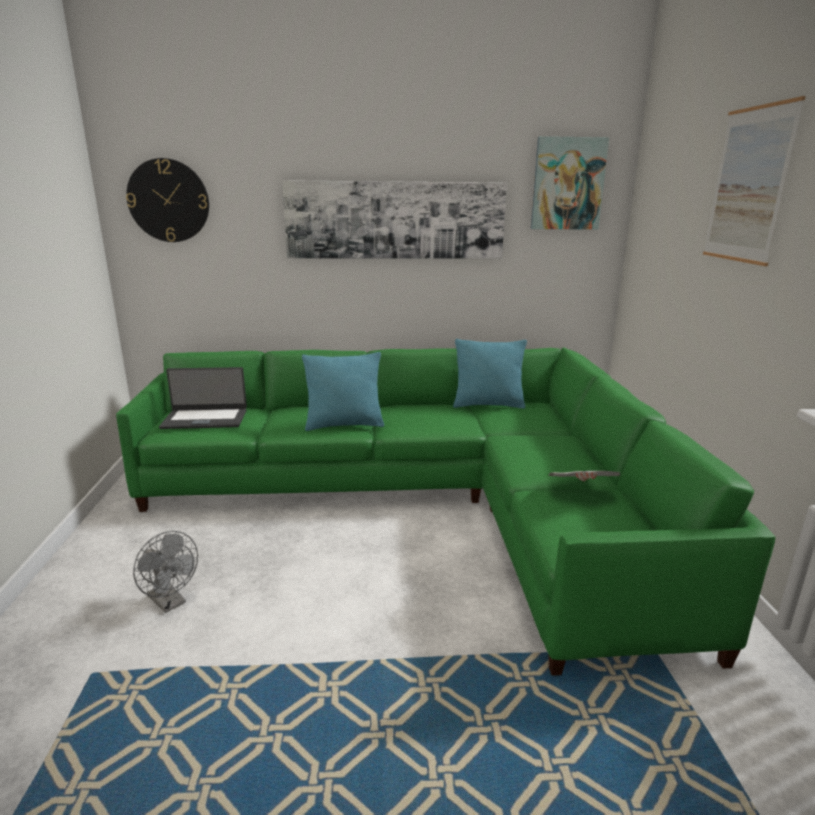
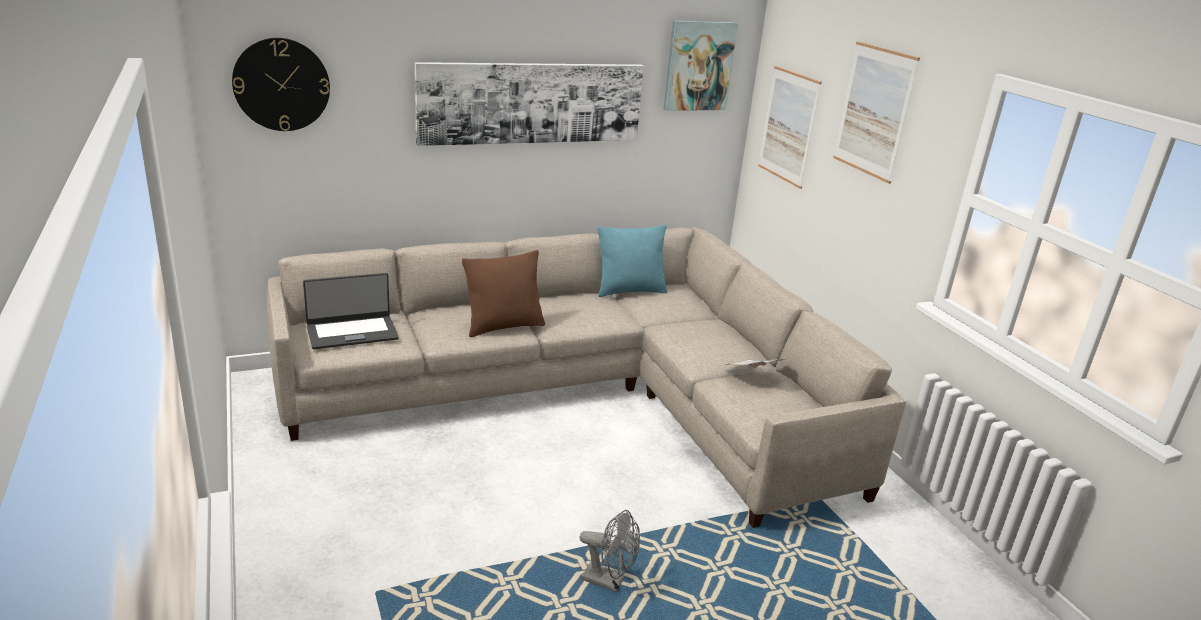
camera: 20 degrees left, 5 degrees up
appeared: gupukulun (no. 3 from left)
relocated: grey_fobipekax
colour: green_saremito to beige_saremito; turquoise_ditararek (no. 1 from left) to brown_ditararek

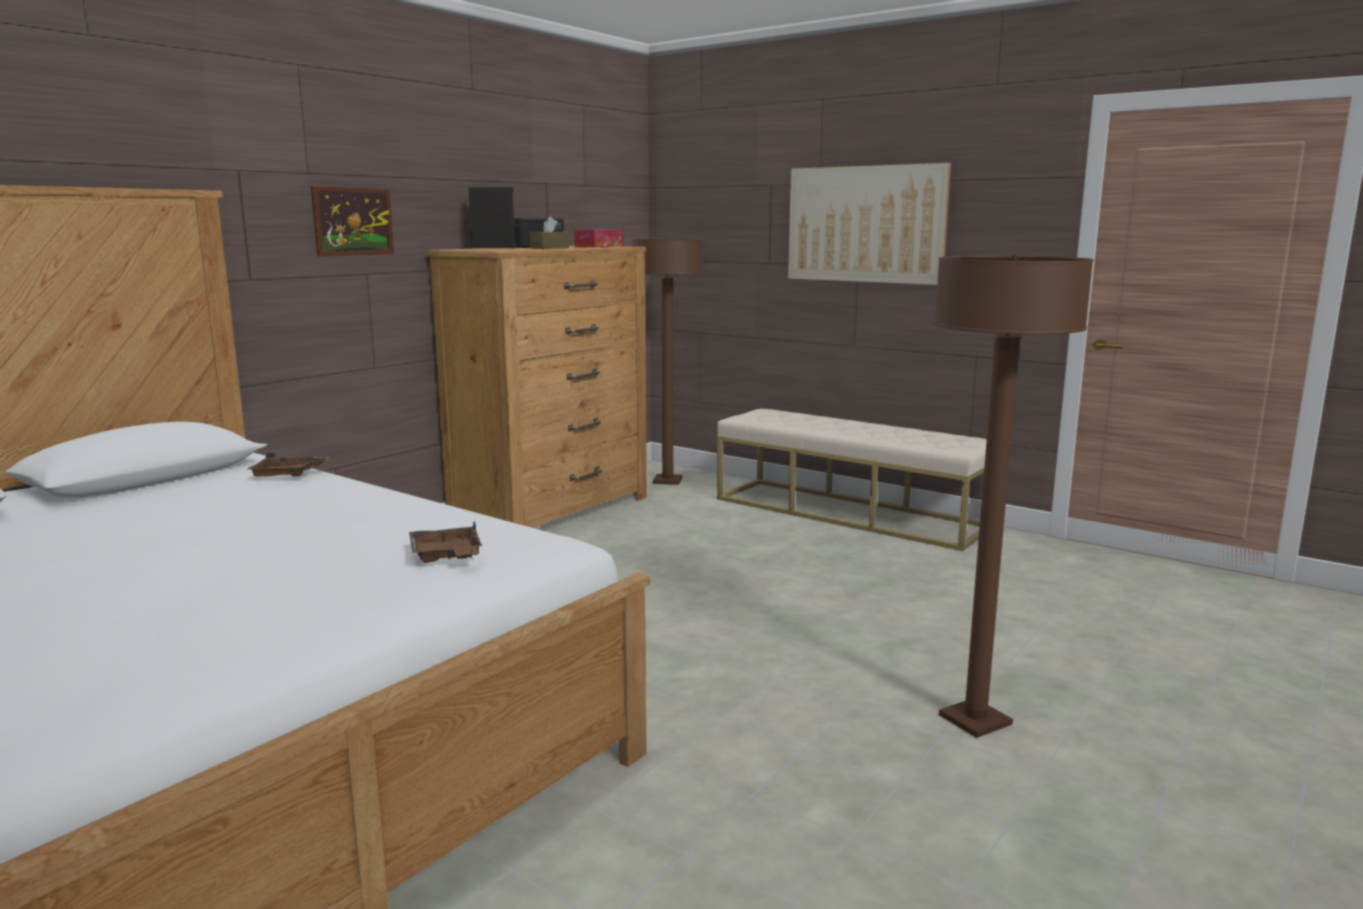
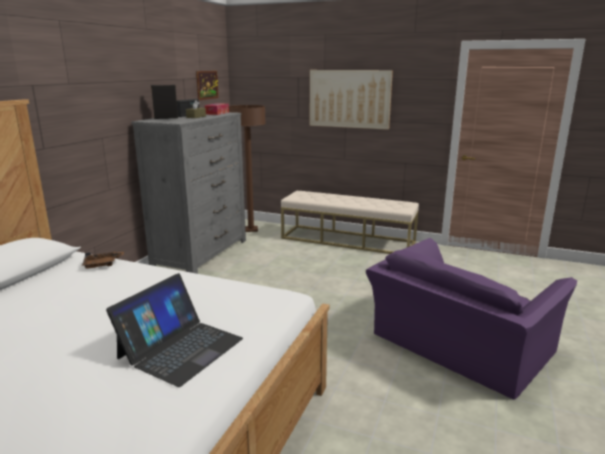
camera: 15 degrees left, 5 degrees up
missing: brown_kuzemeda (no. 2 from left)
appeared: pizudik
relocated: gupukulun (no. 1 from left)
exchanged: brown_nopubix (no. 2 from left) to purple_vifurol
colour: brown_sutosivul to grey_sutosivul

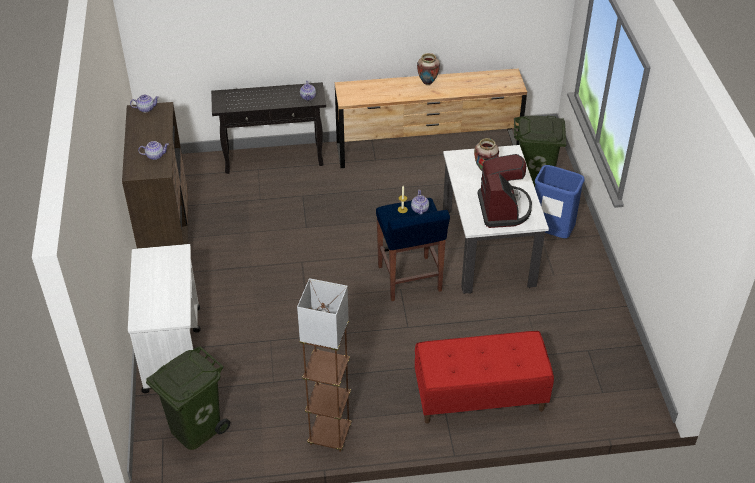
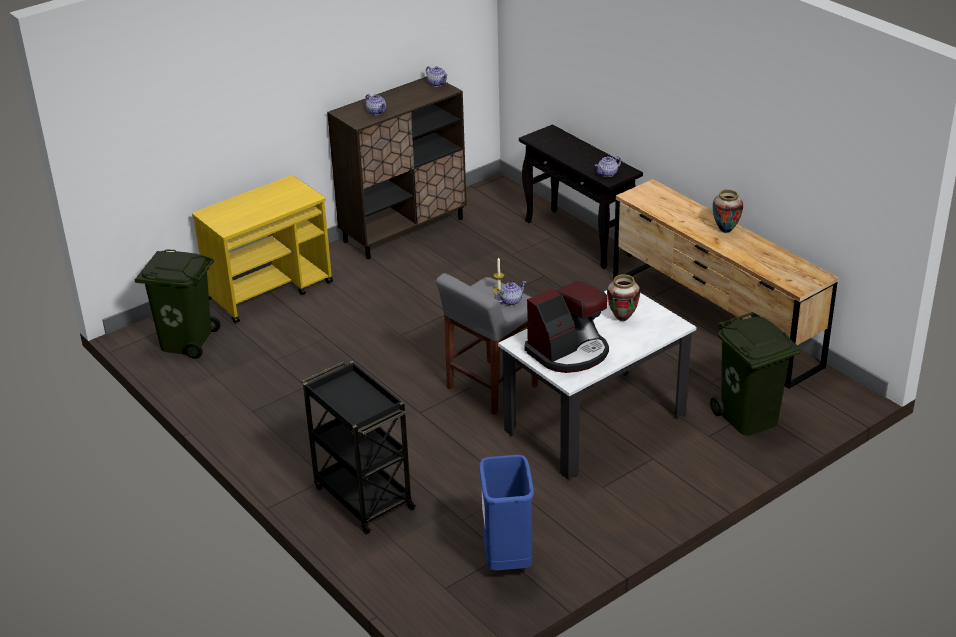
camera: 60 degrees right, 10 degrees down
missing: brown_nopubix
relocated: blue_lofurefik
exchanged: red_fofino to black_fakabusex
colour: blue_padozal to grey_padozal; white_fakabusex to yellow_fakabusex

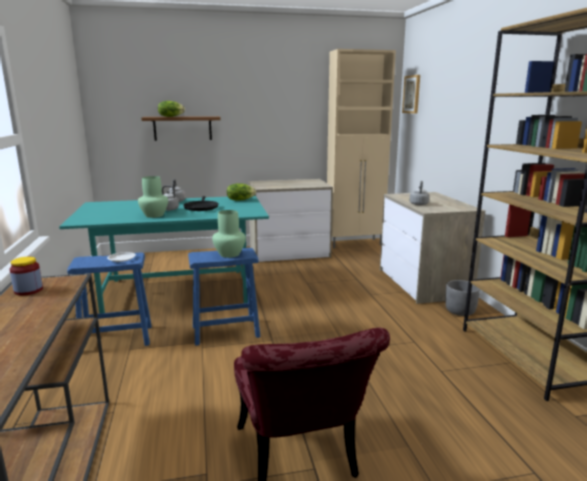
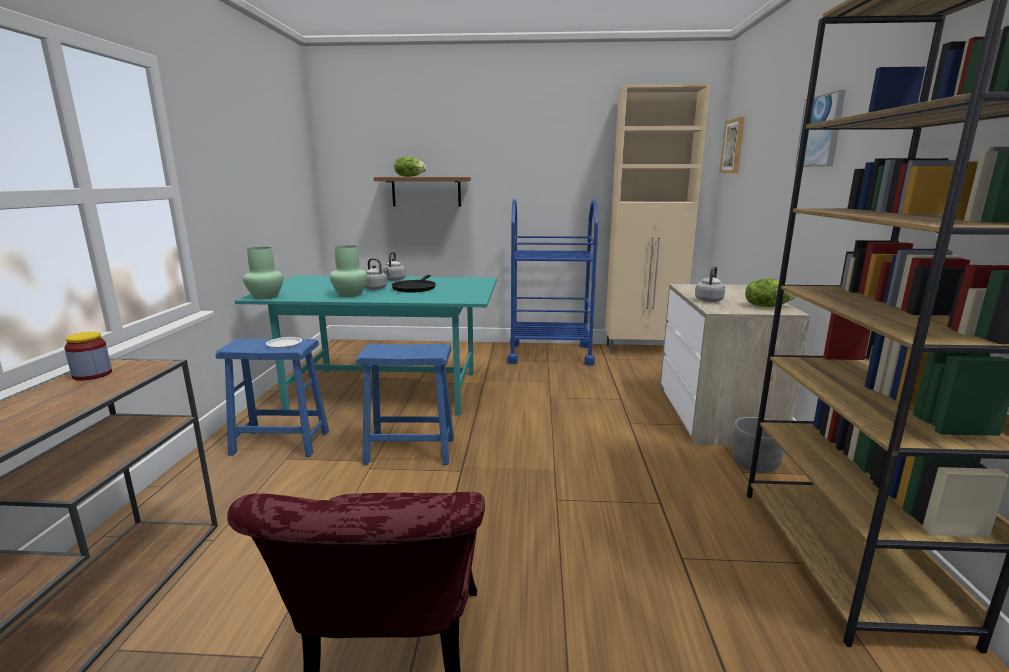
camera: 15 degrees right, 0 degrees up
appeared: gupukulun (no. 2 from left)
relocated: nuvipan (no. 2 from left); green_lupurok (no. 2 from left in the first image) to green_lupurok (no. 1 from left)
exchanged: sutosivul (no. 1 from left) to blue_fakabusex

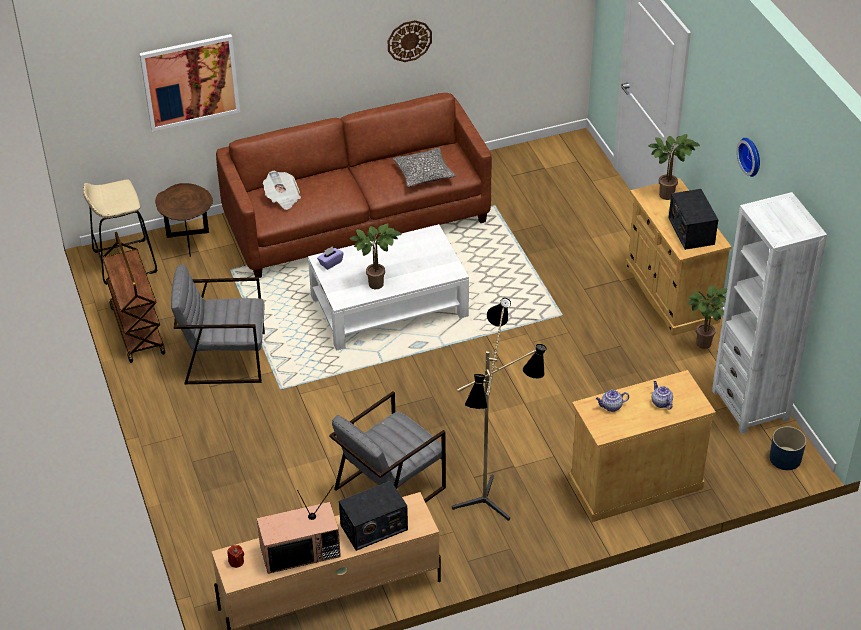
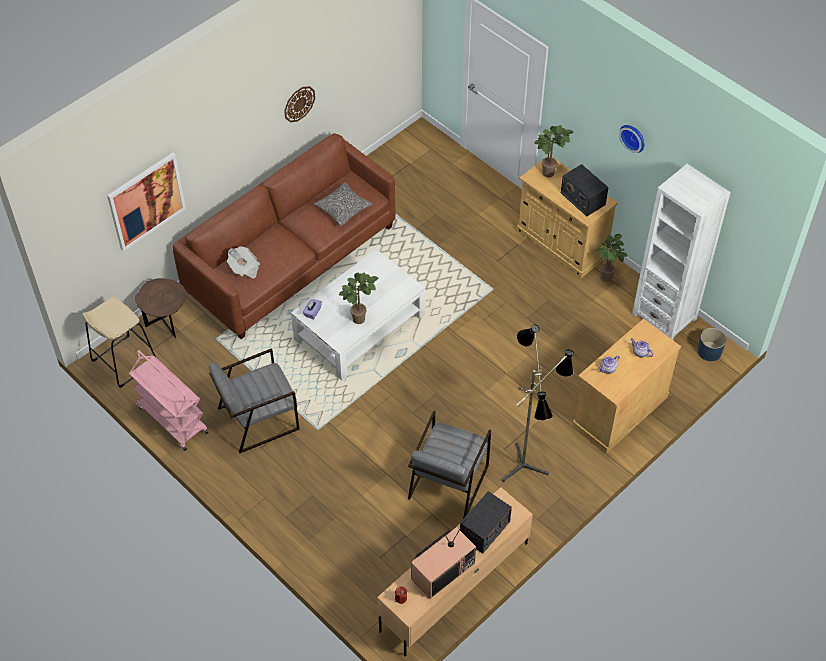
camera: 25 degrees left, 10 degrees up
colour: brown_fakabusex to pink_fakabusex

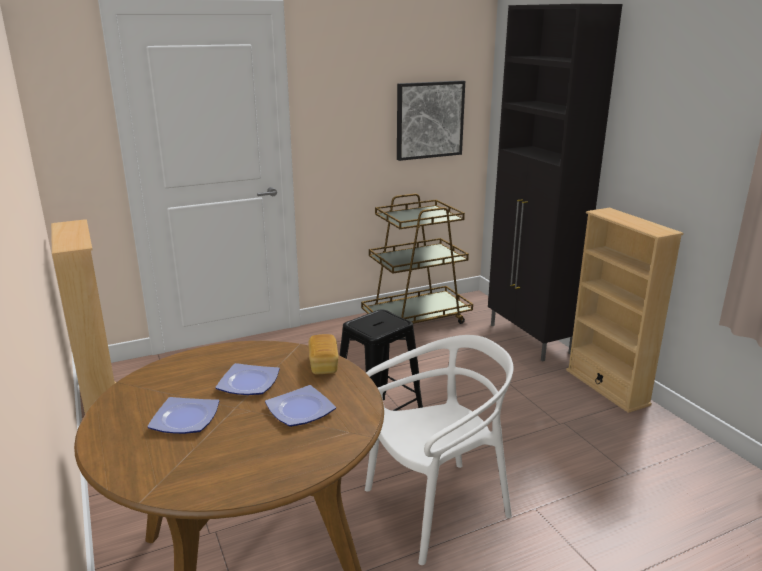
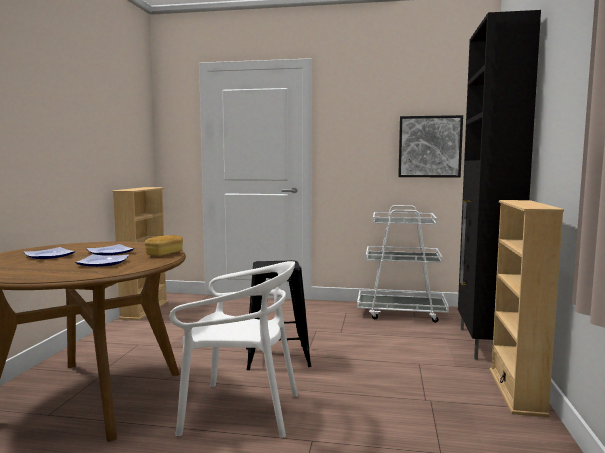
camera: 35 degrees right, 15 degrees down
colour: brown_fakabusex to white_fakabusex

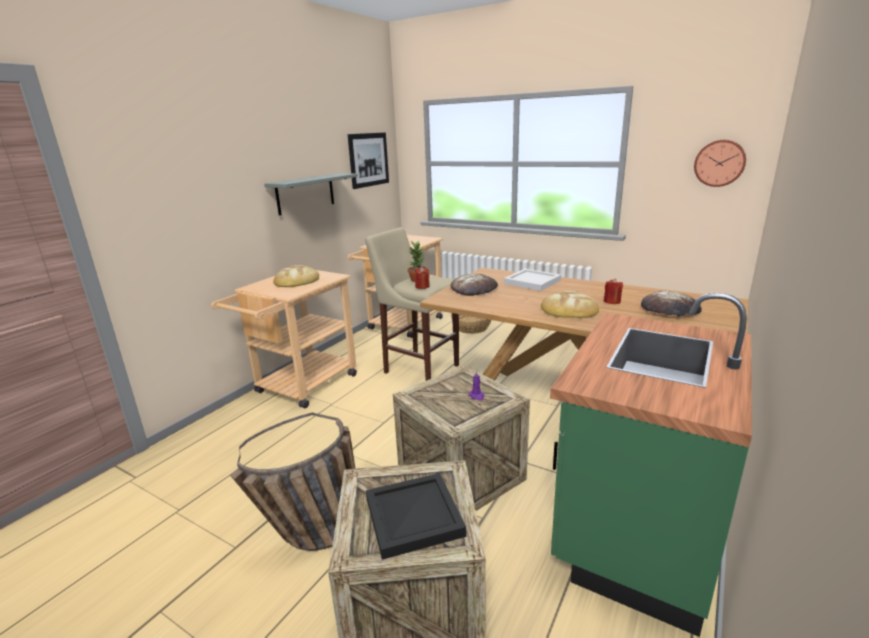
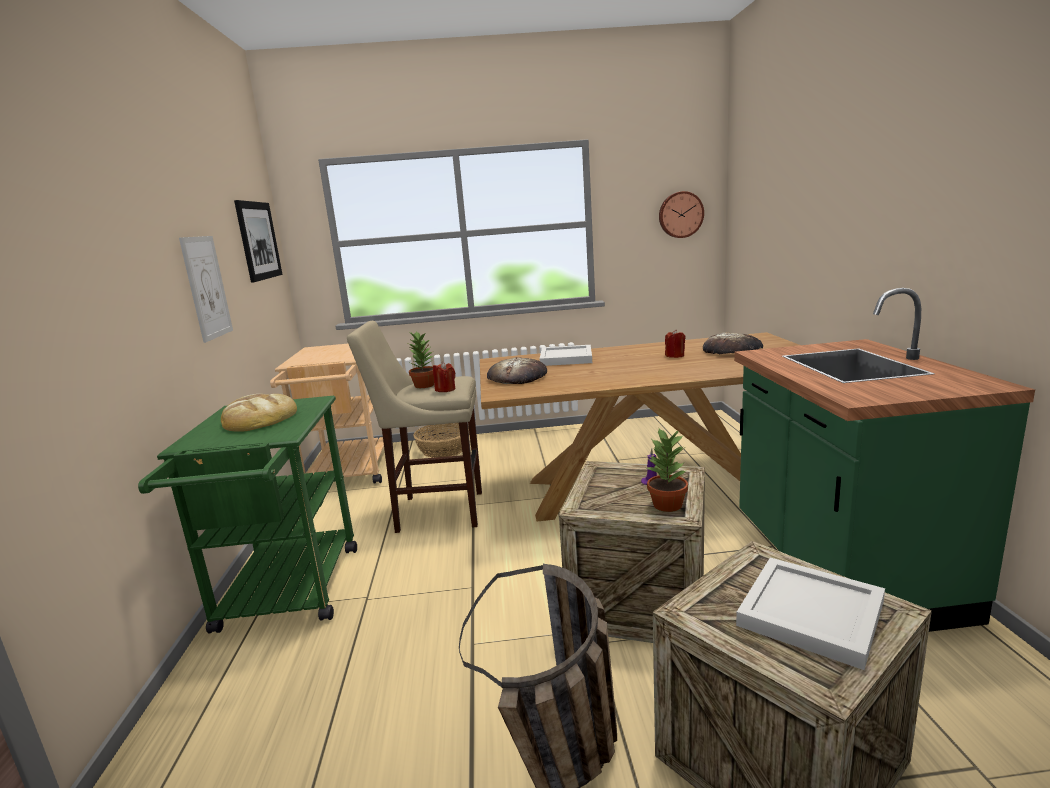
camera: 35 degrees left, 5 degrees down
missing: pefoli (no. 3 from left)
appeared: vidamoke (no. 2 from left)
exchanged: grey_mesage to gupukulun (no. 1 from left)
colour: beige_fakabusex (no. 1 from left) to green_fakabusex; black_kuzemeda to white_kuzemeda (no. 2 from left)

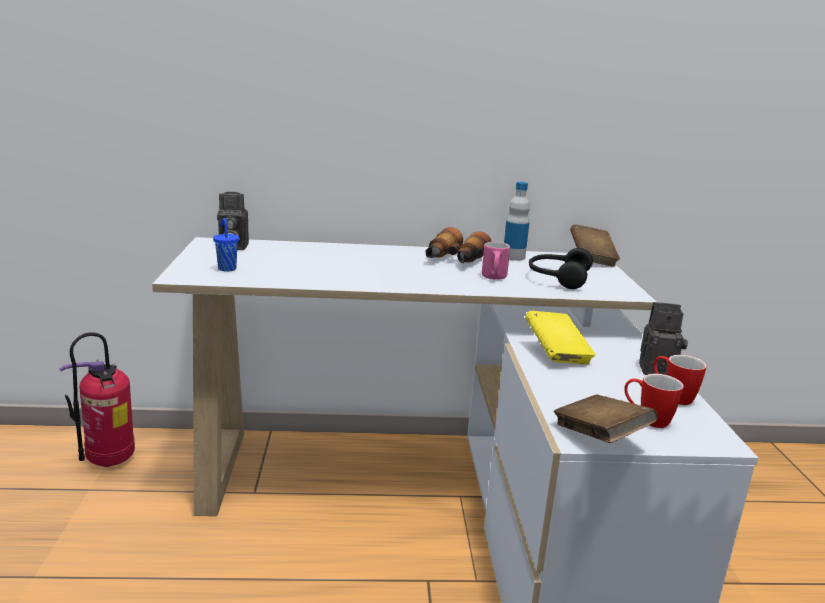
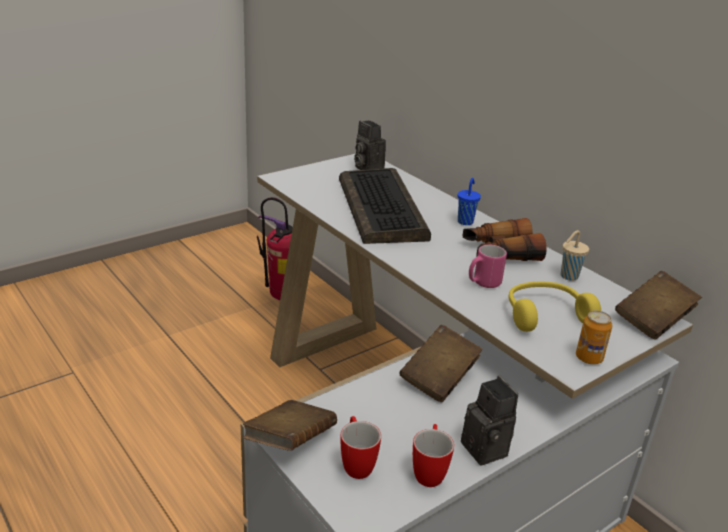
camera: 55 degrees right, 10 degrees up
appeared: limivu; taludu
relocated: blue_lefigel
exchanged: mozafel to beige_lefigel
colour: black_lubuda to yellow_lubuda; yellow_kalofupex to brown_kalofupex (no. 2 from left)

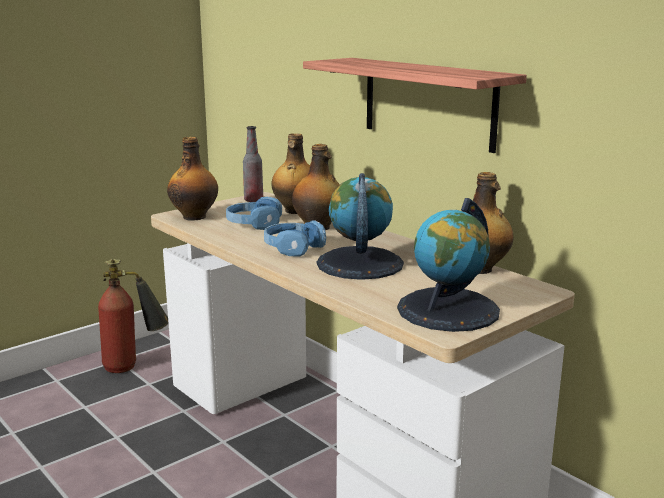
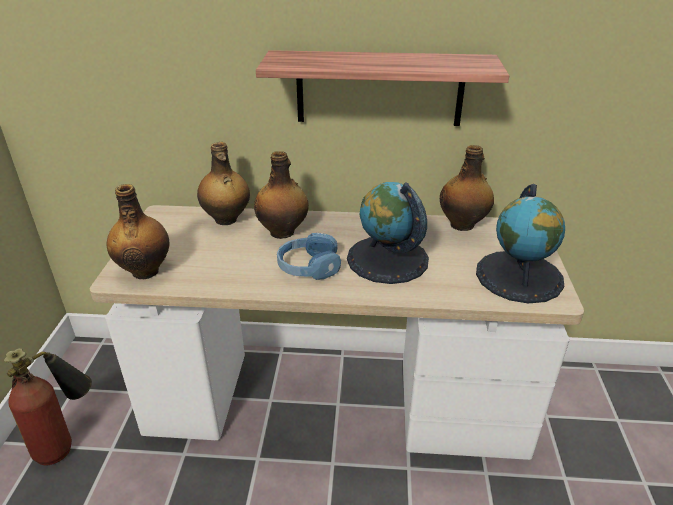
camera: 45 degrees left, 15 degrees up
missing: mozafel (no. 2 from left); blue_lubuda (no. 1 from left)

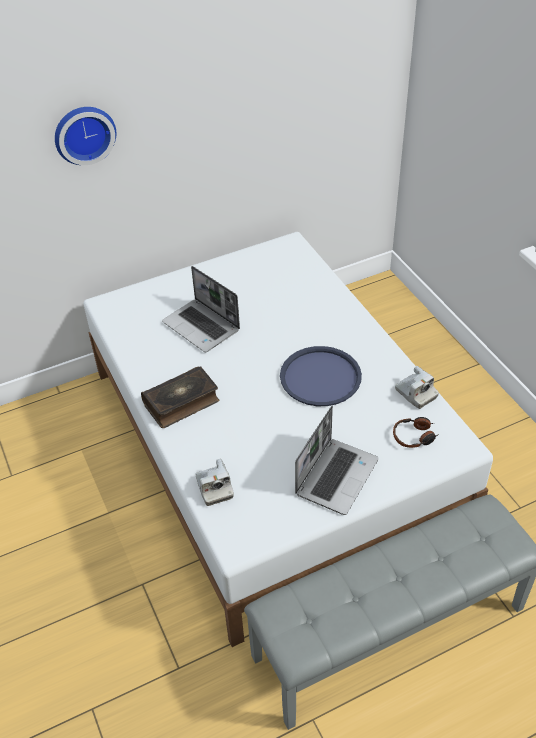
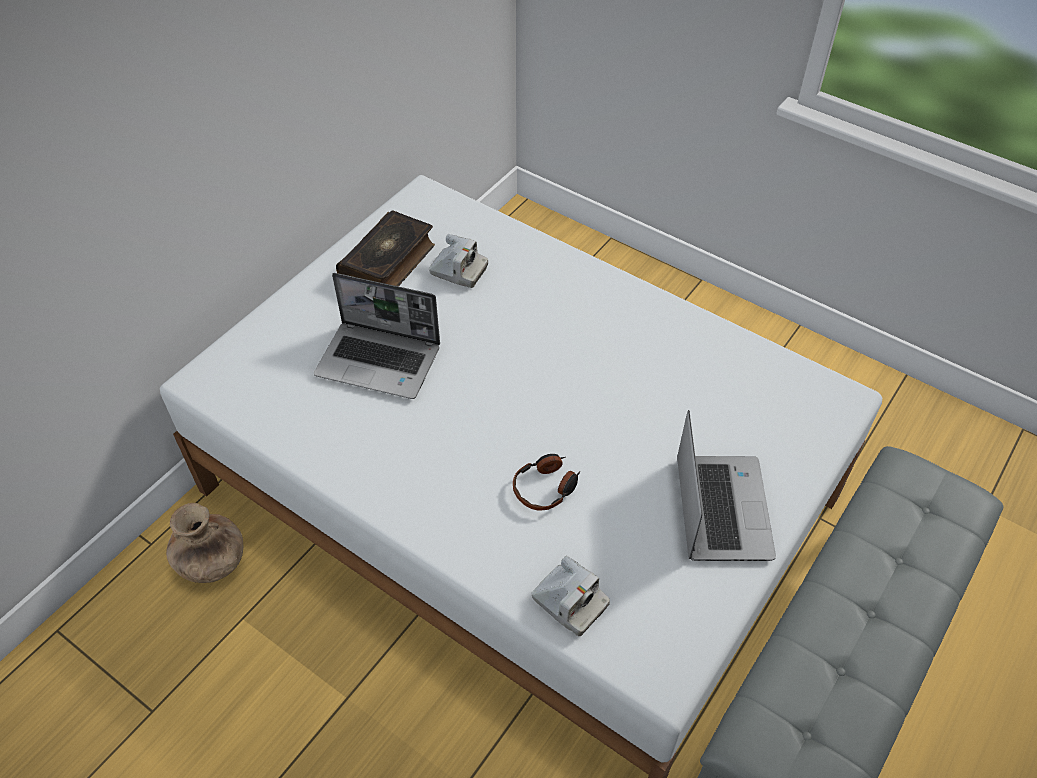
camera: 30 degrees left, 5 degrees up
missing: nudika; blue_kuzemeda
appeared: brown_lupurok
relocated: kalofupex; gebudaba (no. 2 from left in the first image) to gebudaba (no. 1 from left); lubuda

